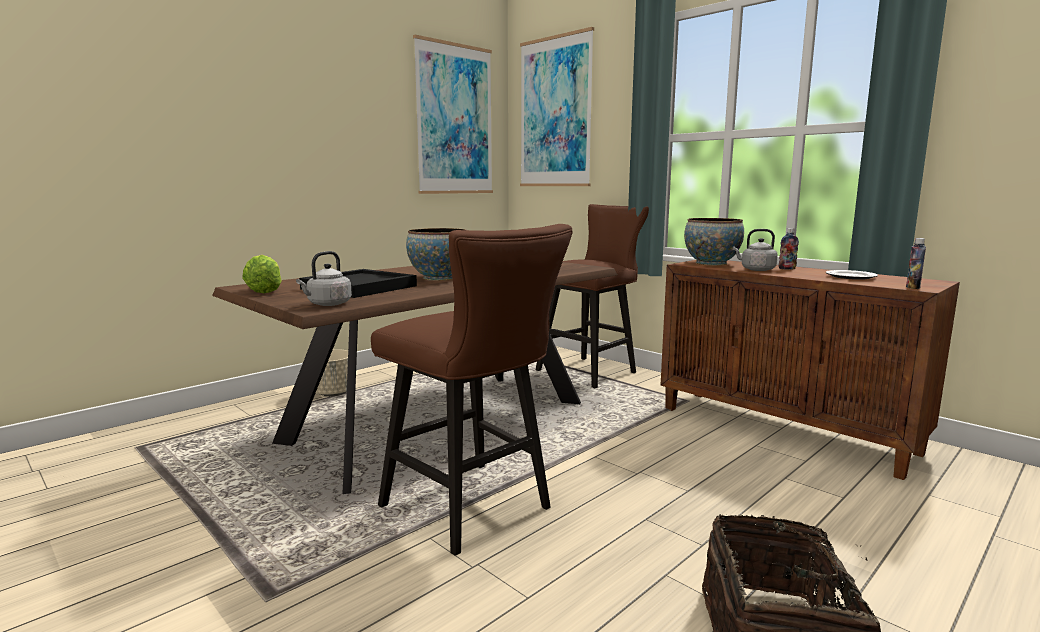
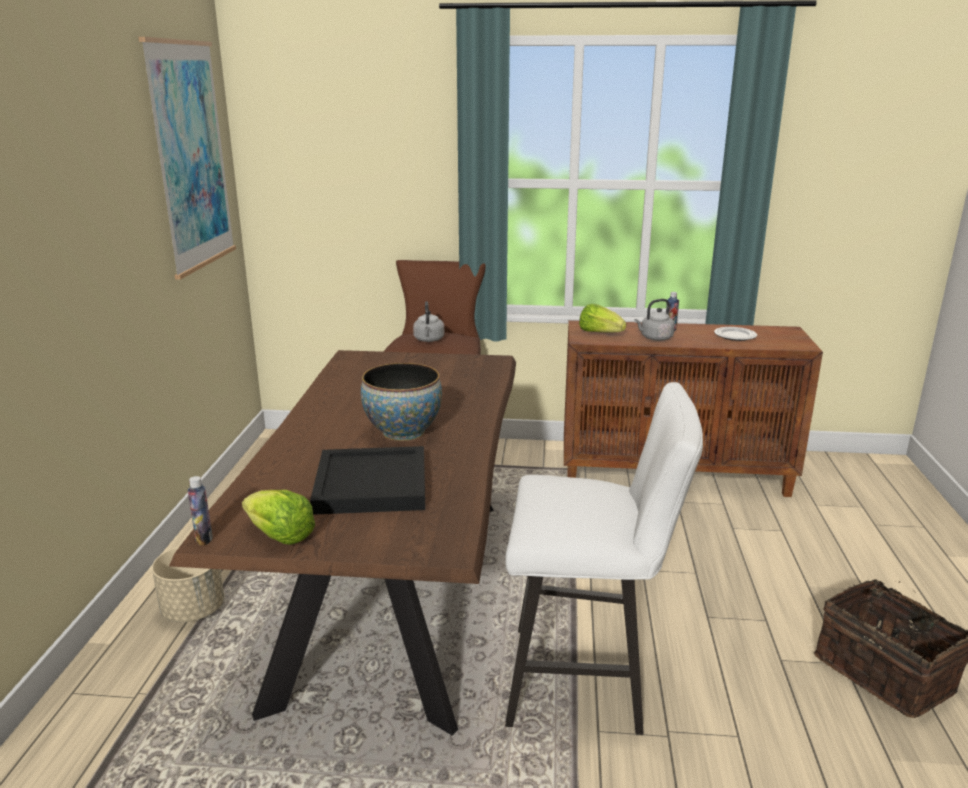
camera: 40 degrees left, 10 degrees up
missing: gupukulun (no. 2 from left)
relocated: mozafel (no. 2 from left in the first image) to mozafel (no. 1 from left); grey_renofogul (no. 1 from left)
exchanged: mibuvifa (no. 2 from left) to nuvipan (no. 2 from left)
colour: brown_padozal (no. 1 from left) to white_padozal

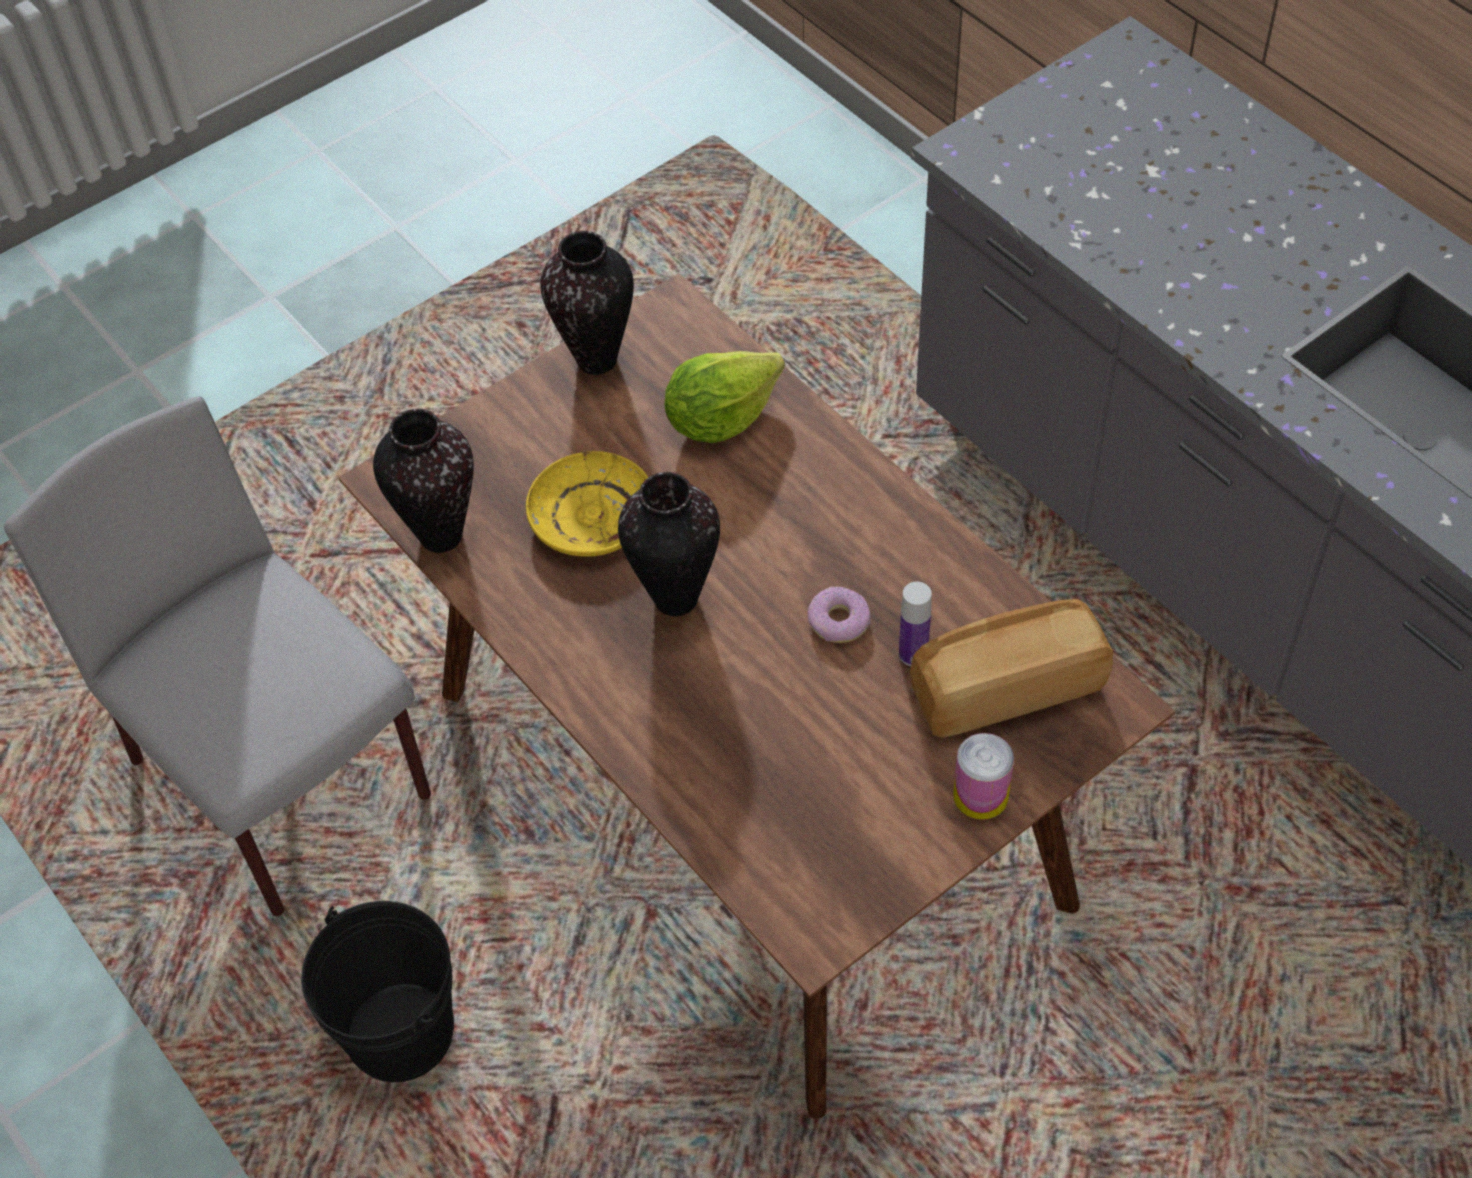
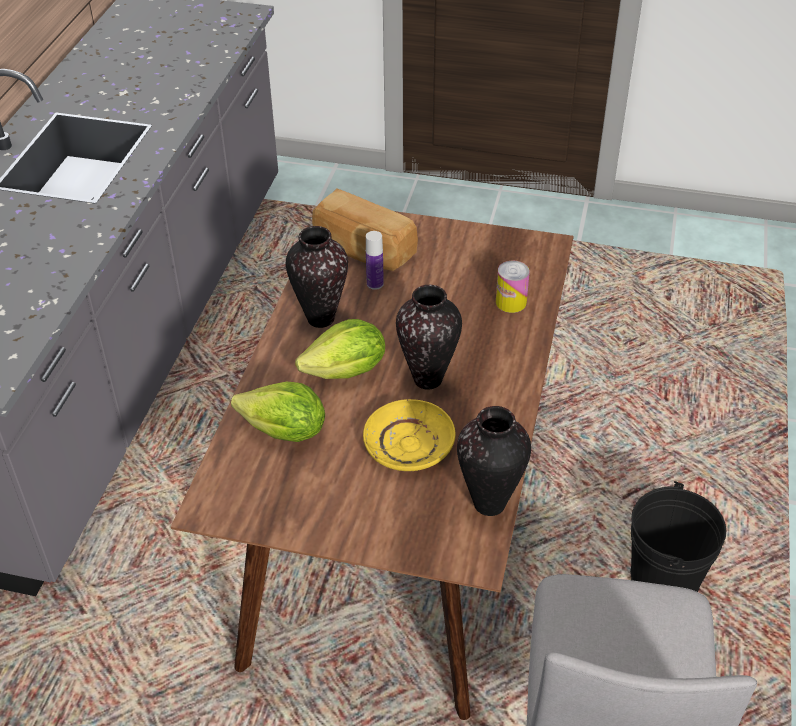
camera: 130 degrees left, 10 degrees down
missing: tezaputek
appeared: nuvipan (no. 2 from left)
relocated: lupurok (no. 2 from left in the first image) to lupurok (no. 1 from left); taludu

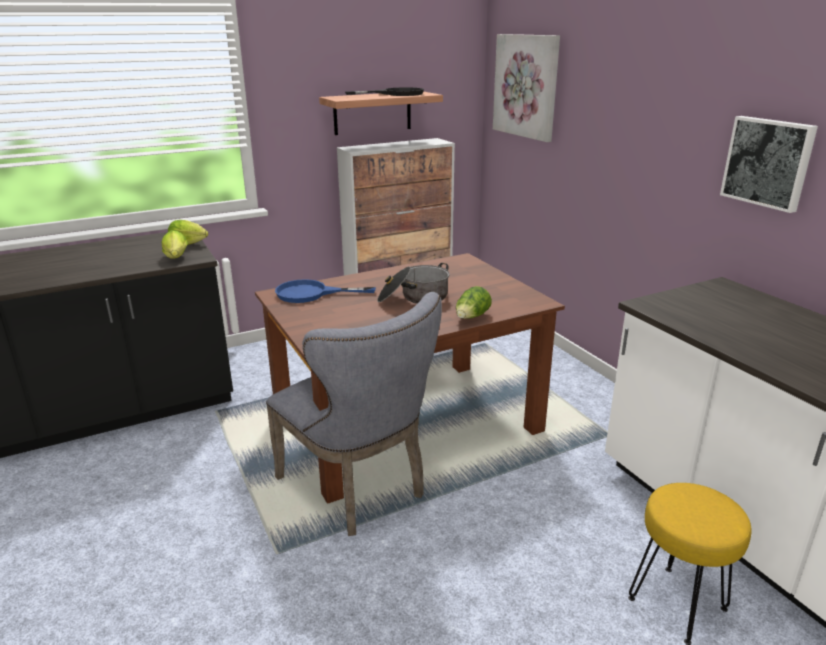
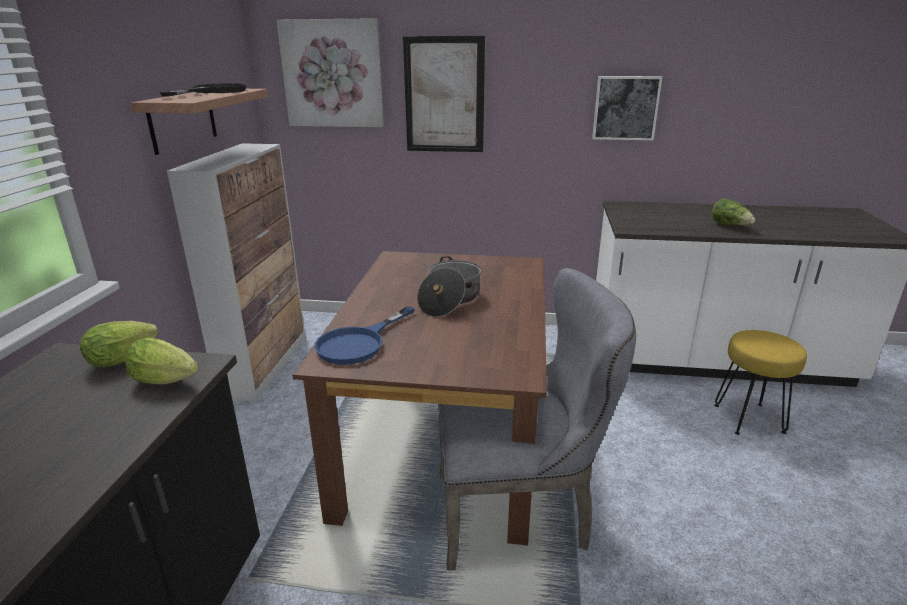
camera: 55 degrees left, 0 degrees up
appeared: gupukulun (no. 2 from left)
relocated: nuvipan (no. 3 from left)

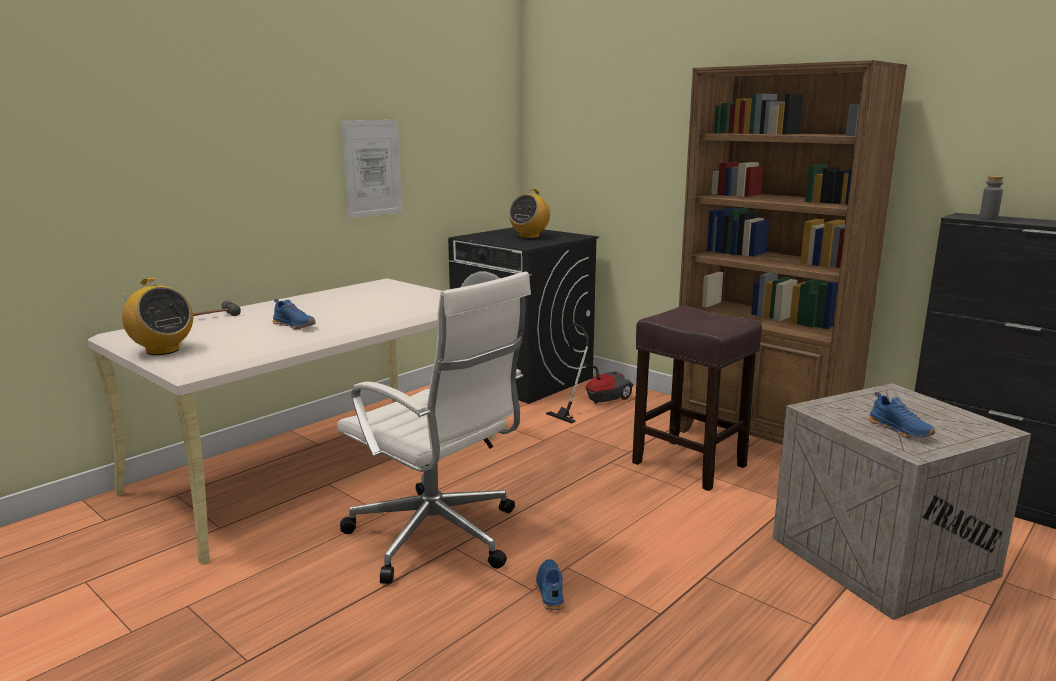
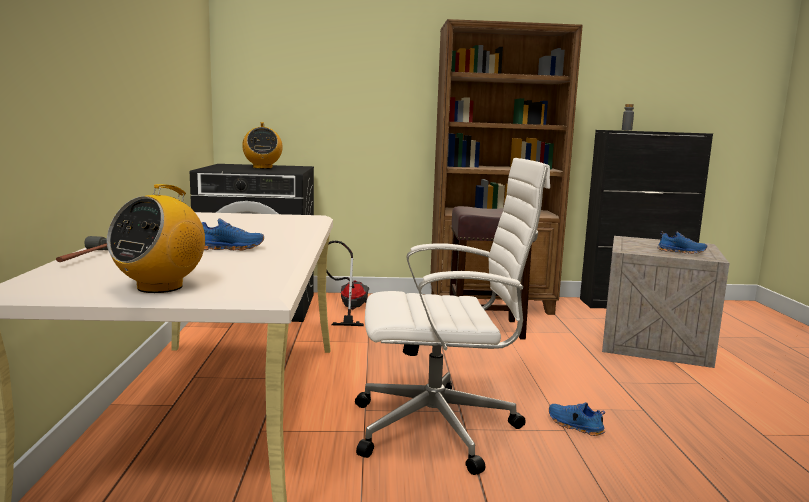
camera: 45 degrees left, 5 degrees down
missing: gupukulun
spun: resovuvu (no. 1 from left) 120 degrees clockwise

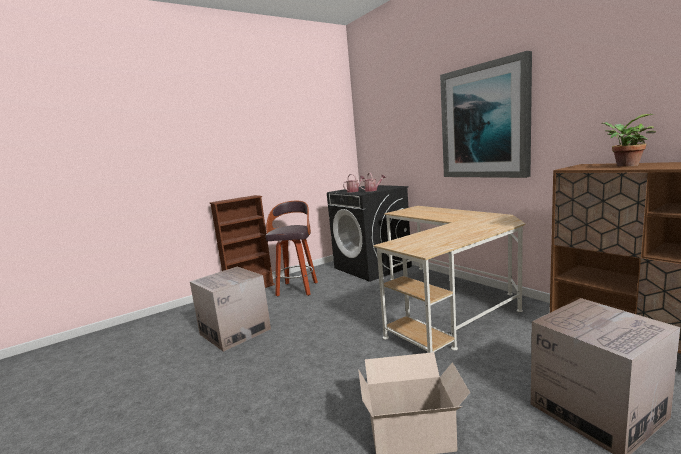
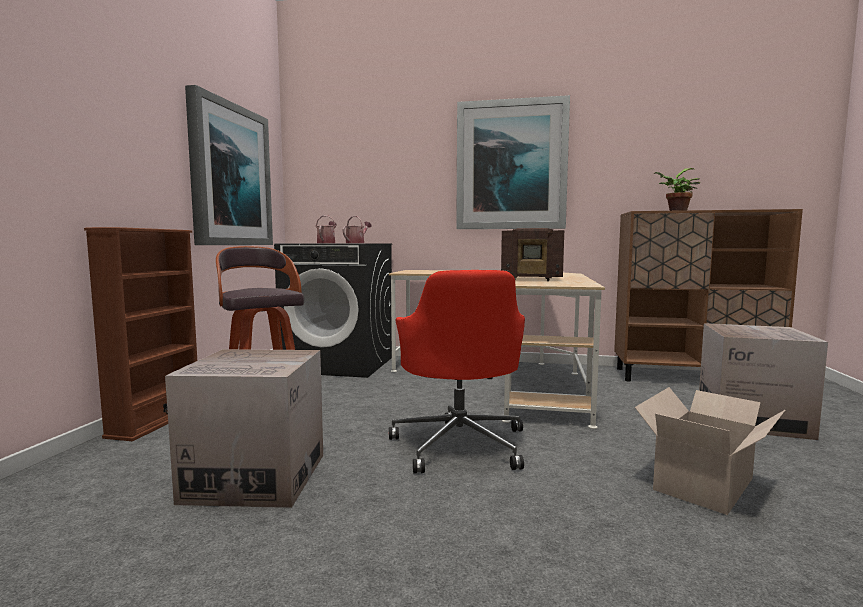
camera: 45 degrees left, 5 degrees down
appeared: gupukulun (no. 1 from left); resovuvu; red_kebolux

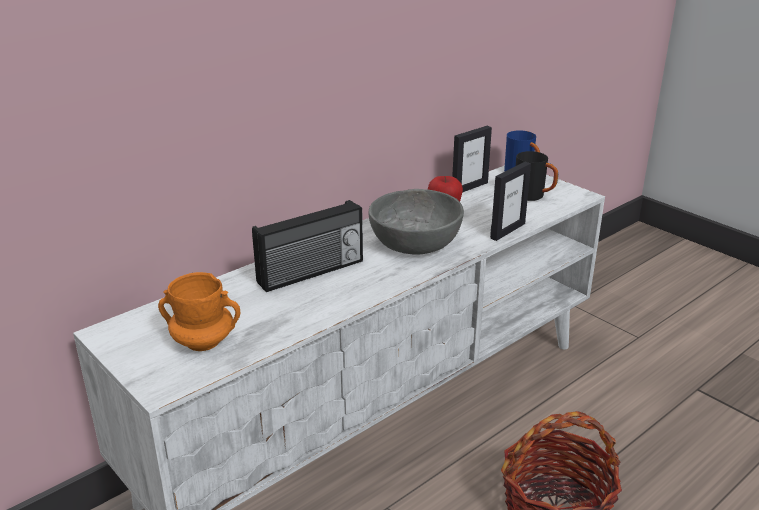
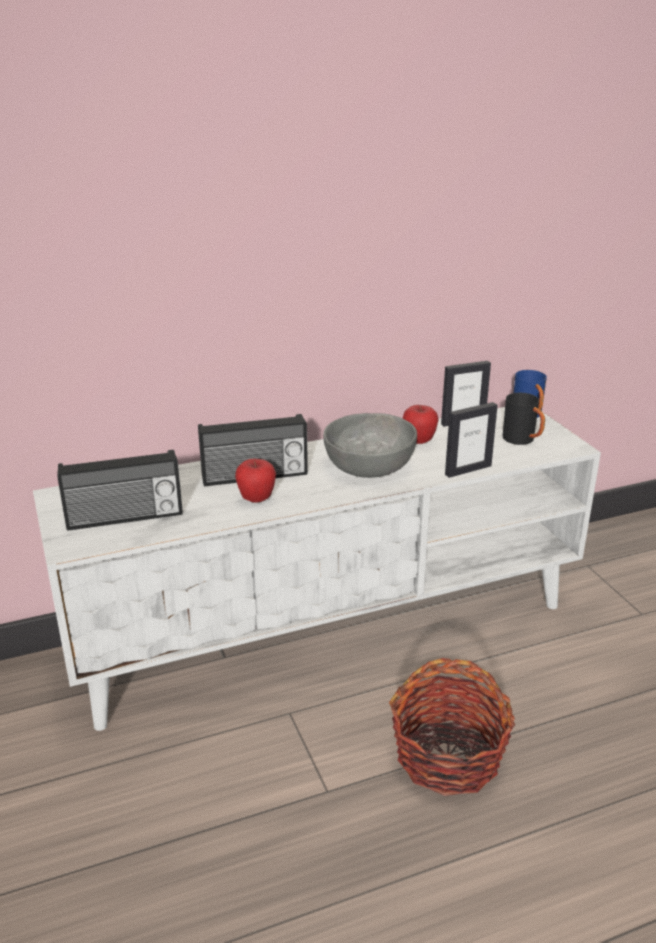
camera: 20 degrees right, 0 degrees up
appeared: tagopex (no. 1 from left)
exchanged: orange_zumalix to resovuvu (no. 1 from left)

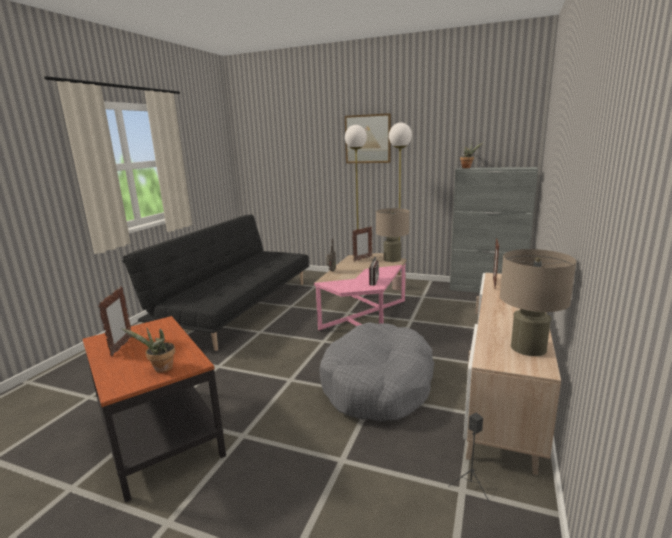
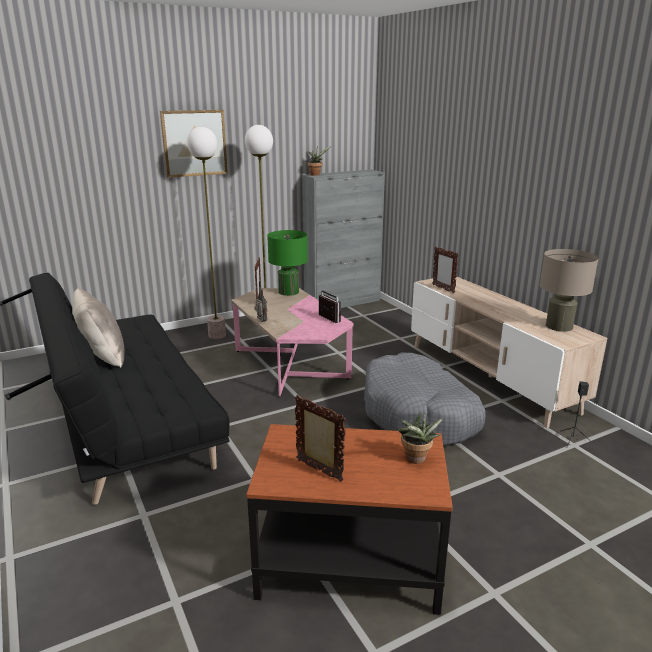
camera: 50 degrees left, 5 degrees up
appeared: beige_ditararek
colour: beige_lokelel (no. 1 from left) to green_lokelel

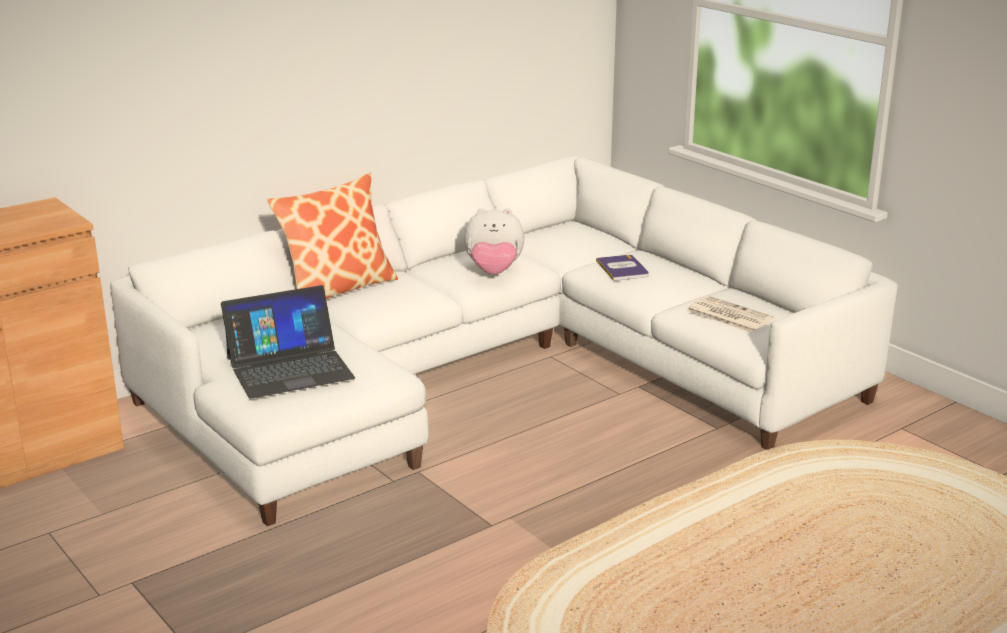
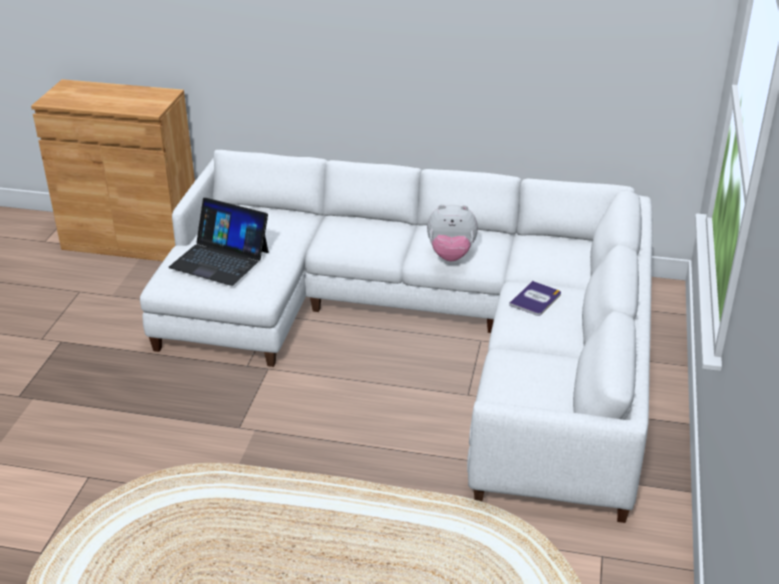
camera: 50 degrees right, 10 degrees up
missing: ditararek; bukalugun
spun: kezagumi 45 degrees counterclockwise

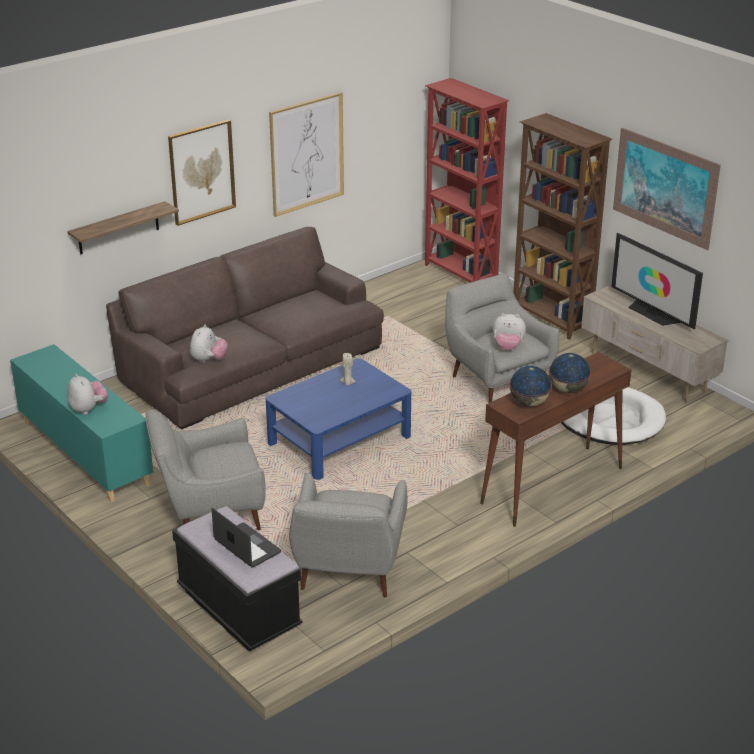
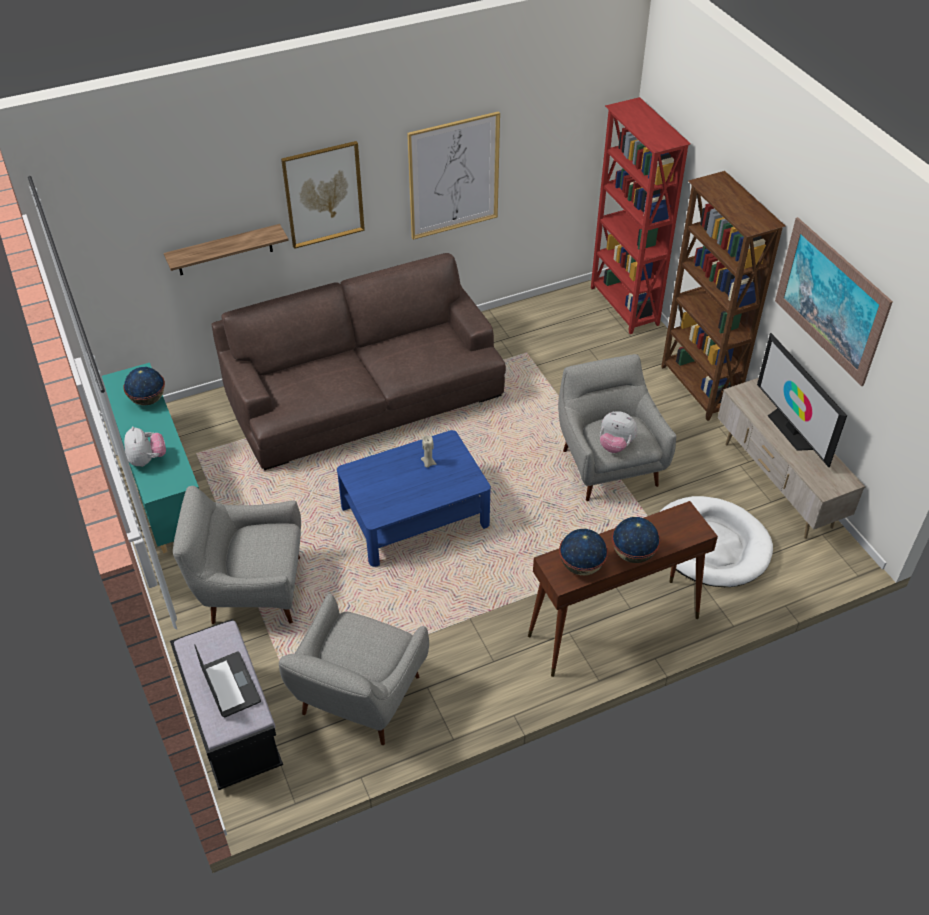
camera: 15 degrees right, 15 degrees up
missing: kezagumi (no. 2 from left)
appeared: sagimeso (no. 1 from left)

